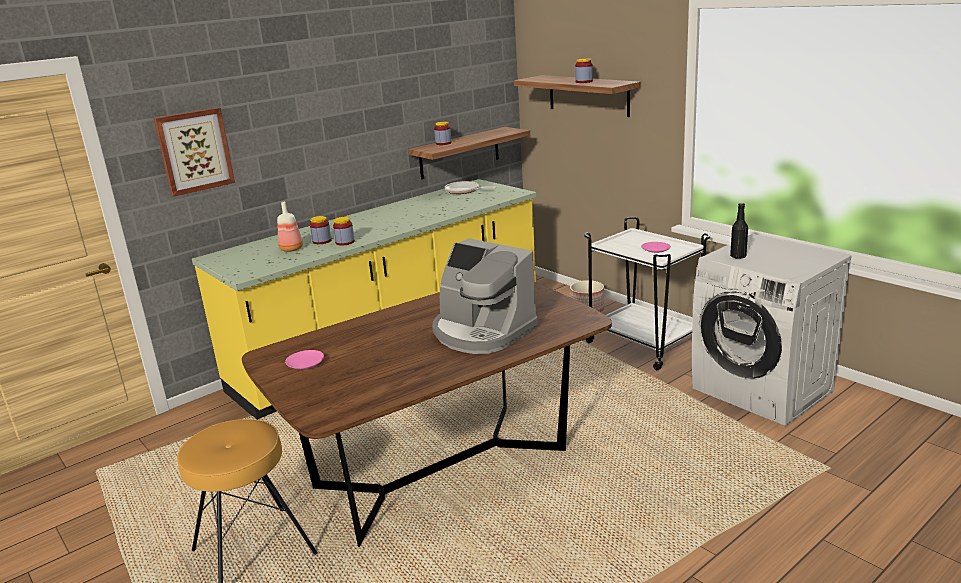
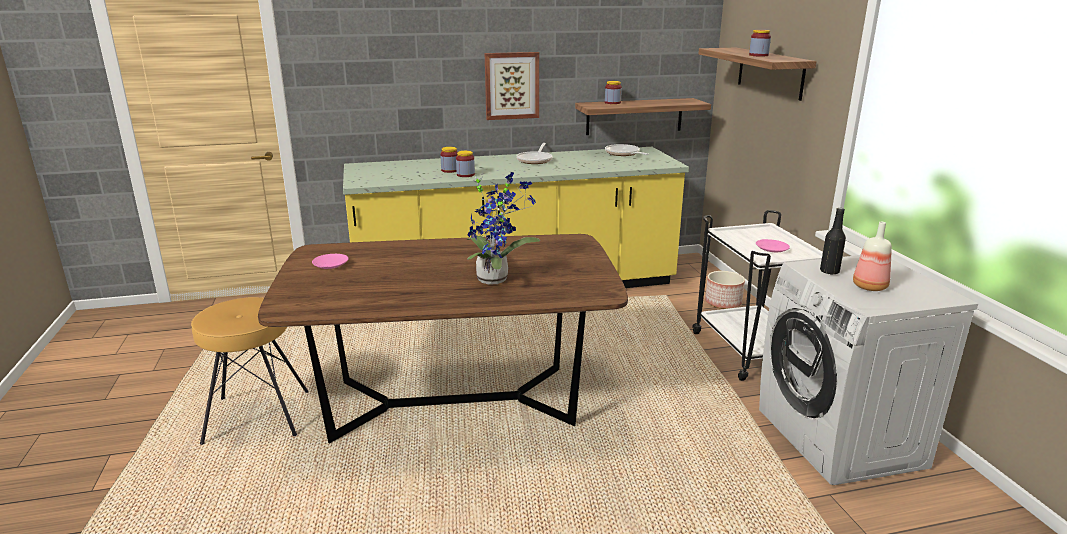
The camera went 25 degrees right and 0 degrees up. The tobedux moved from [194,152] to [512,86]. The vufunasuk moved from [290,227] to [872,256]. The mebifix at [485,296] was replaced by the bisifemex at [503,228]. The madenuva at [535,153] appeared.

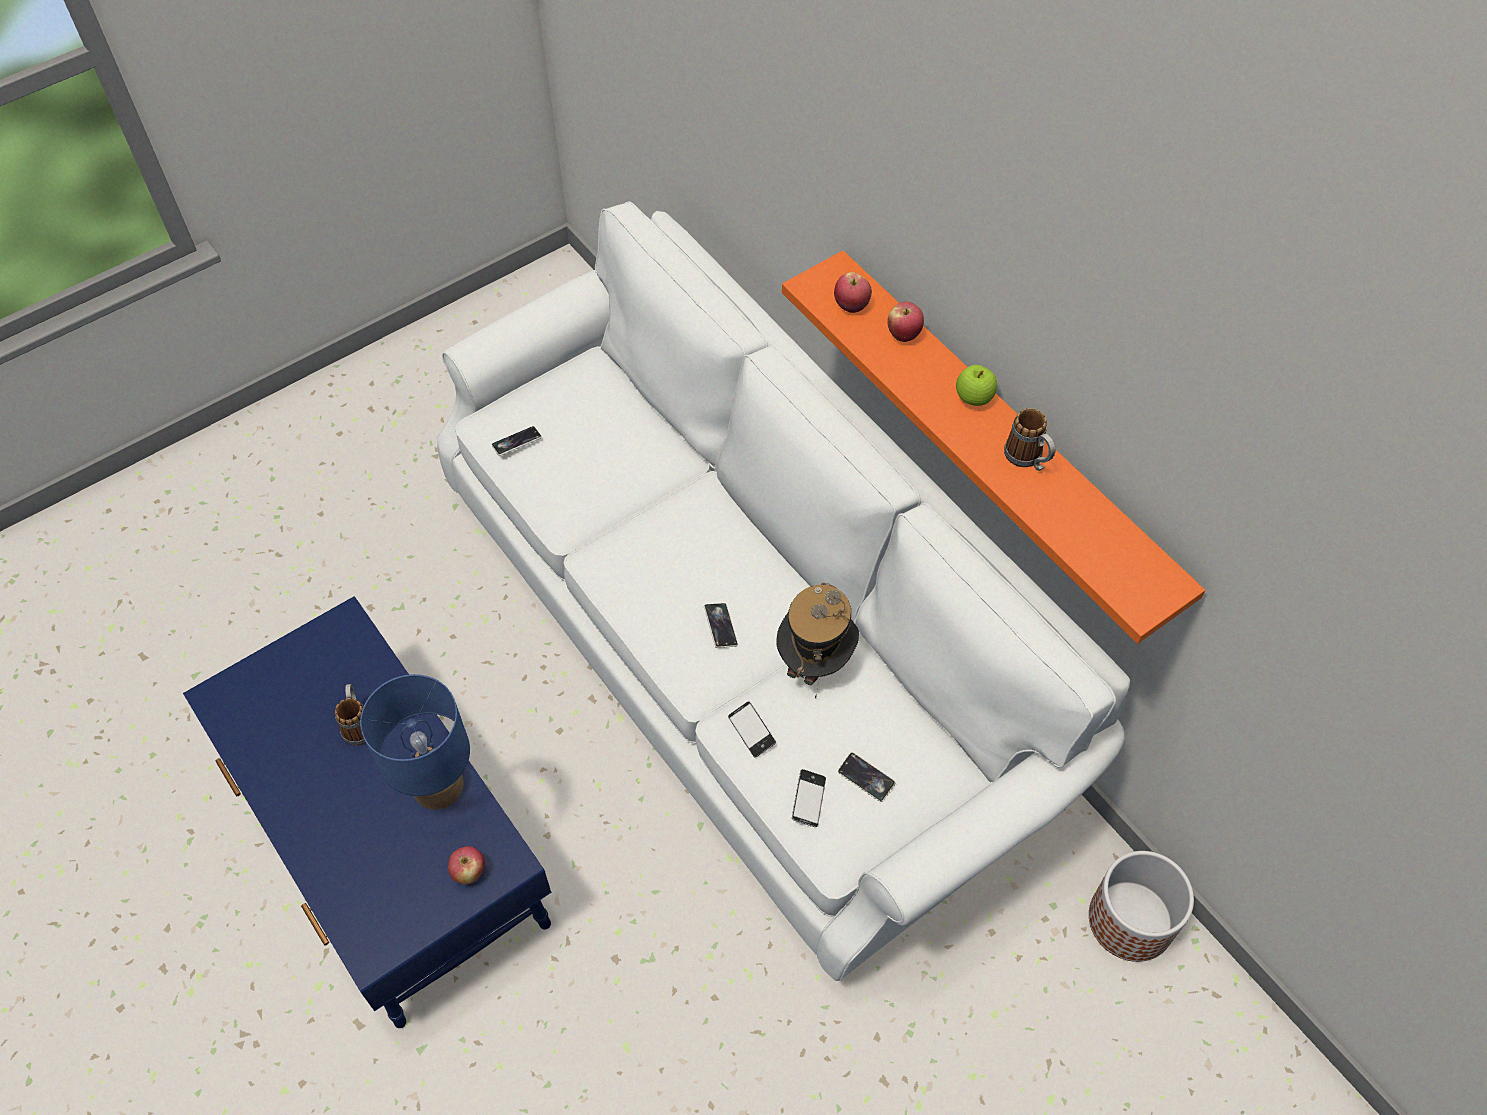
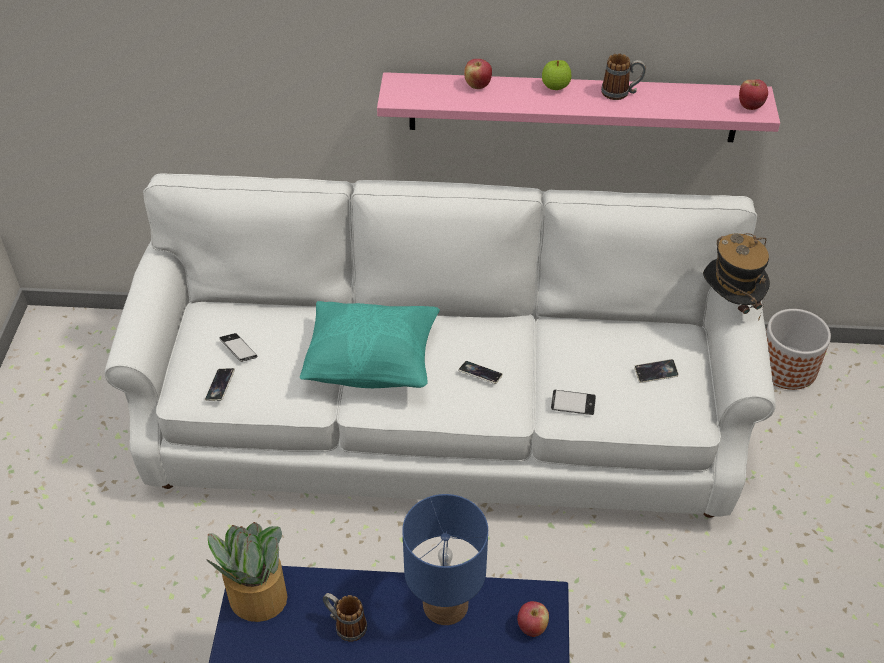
The camera went 50 degrees left and 10 degrees down. The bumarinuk moved from [817,641] to [736,277]. The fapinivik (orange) at [993,447] became the fapinivik (pink) at [578,107]. The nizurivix moved from [809,798] to [238,347]. The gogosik moved from [853,292] to [753,94]. The bisifemex at [247,572] appeared. The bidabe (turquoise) at [370,344] appeared.

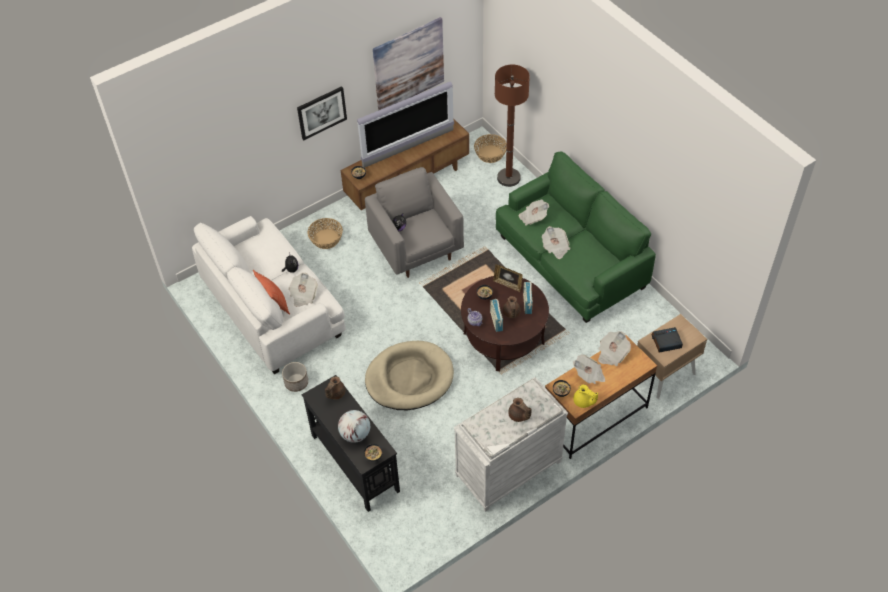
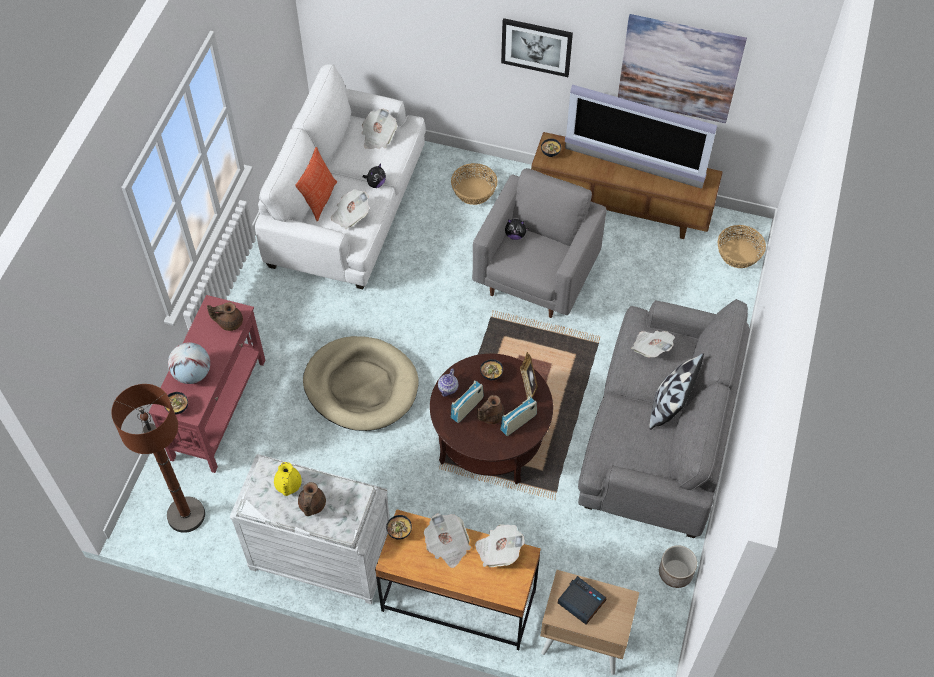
The camera went 50 degrees right and 5 degrees up. The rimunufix moved from [295,377] to [678,566]. The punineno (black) at [351,443] became the punineno (red) at [207,384]. The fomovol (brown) moved from [512,126] to [158,458]. The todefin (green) at [576,237] became the todefin (grey) at [664,418]. The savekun moved from [556,242] to [379,129]. The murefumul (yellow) moved from [585,396] to [288,479]. The bidabe at [676,391] appeared.

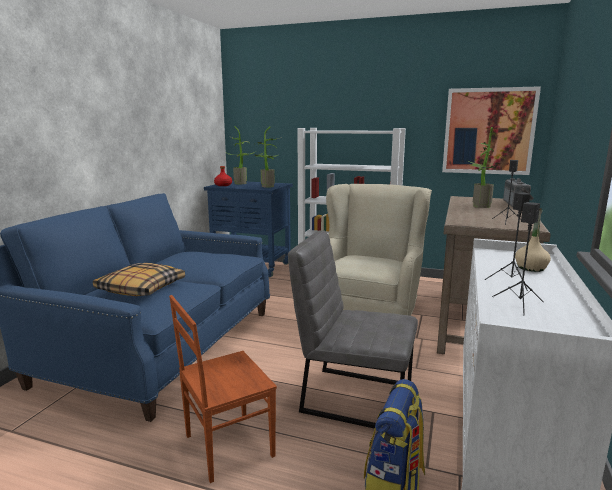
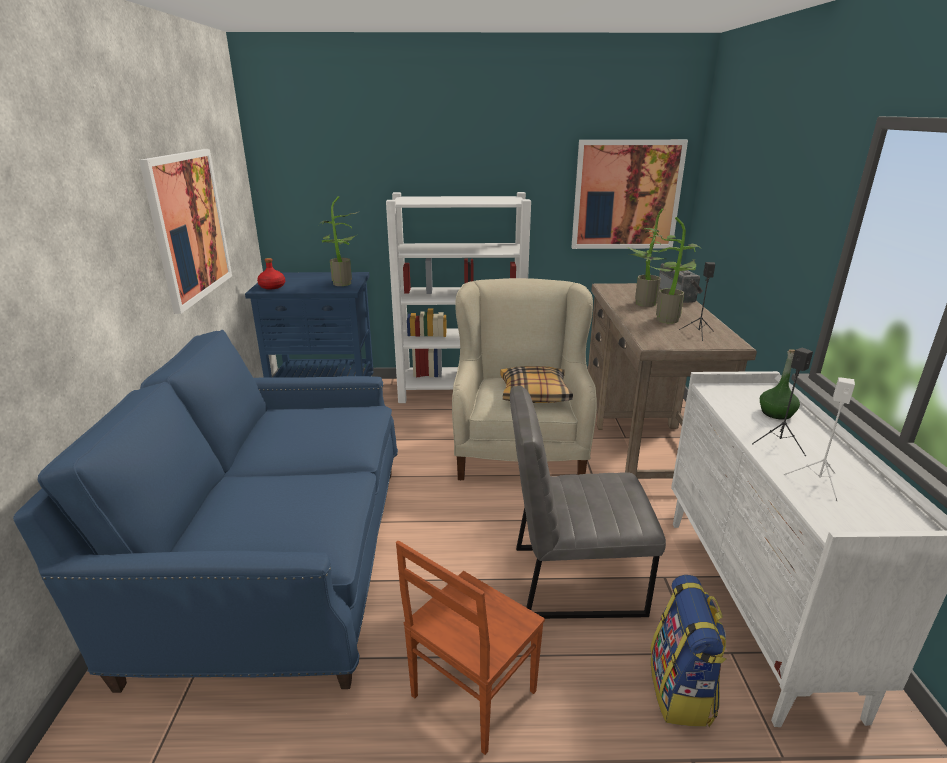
The camera went 20 degrees left and 10 degrees up. The bidabe moved from [139,279] to [536,384]. The bisifemex moved from [240,155] to [674,270]. The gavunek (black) at [518,258] became the gavunek (white) at [819,439]. The vufunasuk (beige) at [533,240] became the vufunasuk (green) at [780,384]. The tobedux at [185,231] appeared.

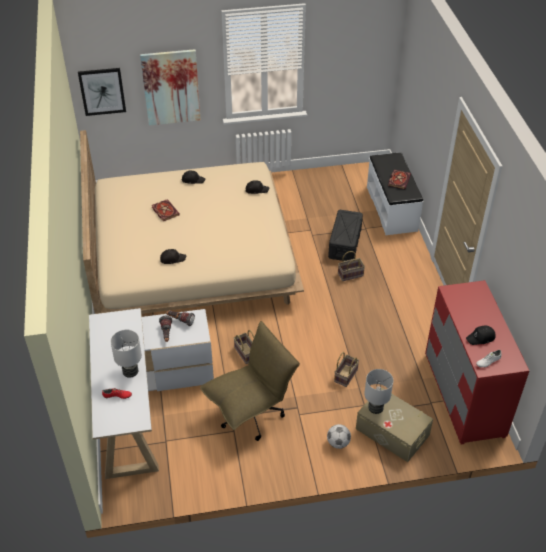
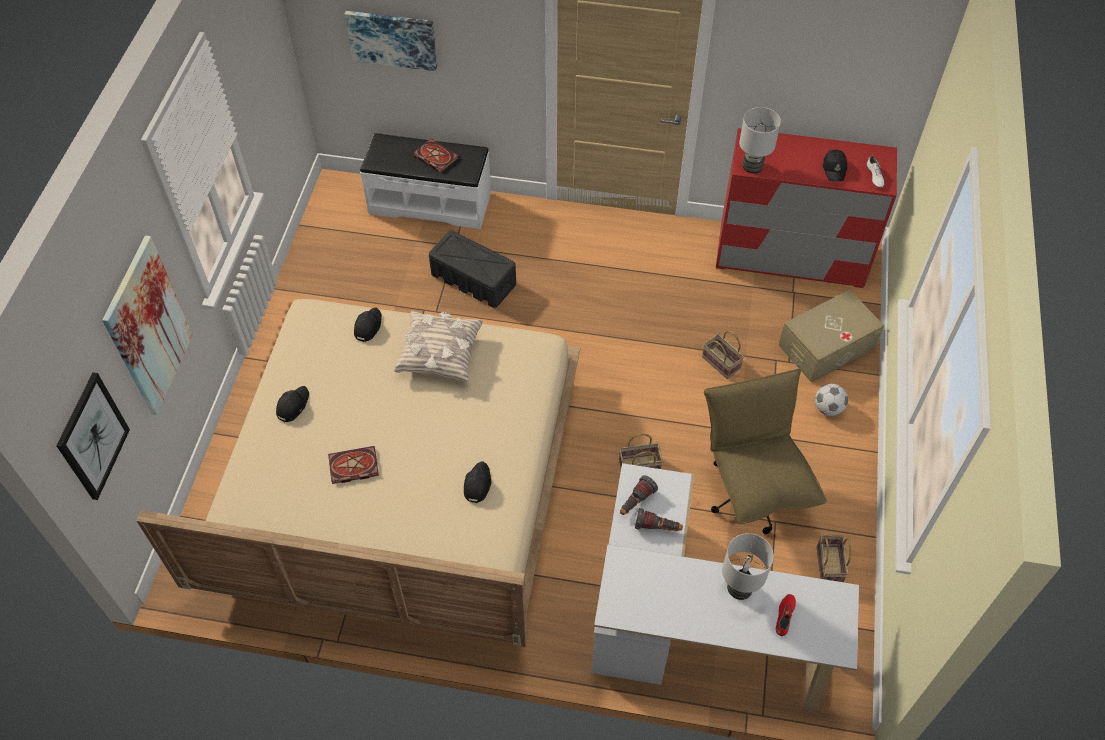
The camera went 70 degrees left and 10 degrees up. The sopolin moved from [351,266] to [834,558]. The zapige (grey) moved from [378,391] to [760,140]. The tobedux at [390,41] appeared. The bidabe (beige) at [438,346] appeared.

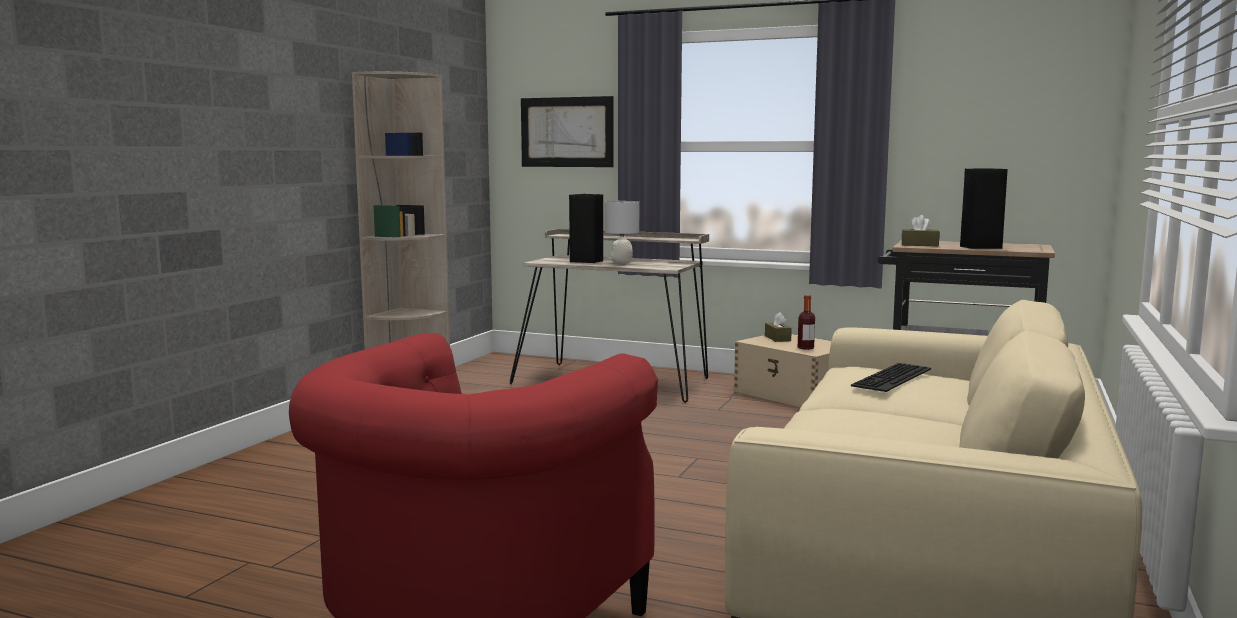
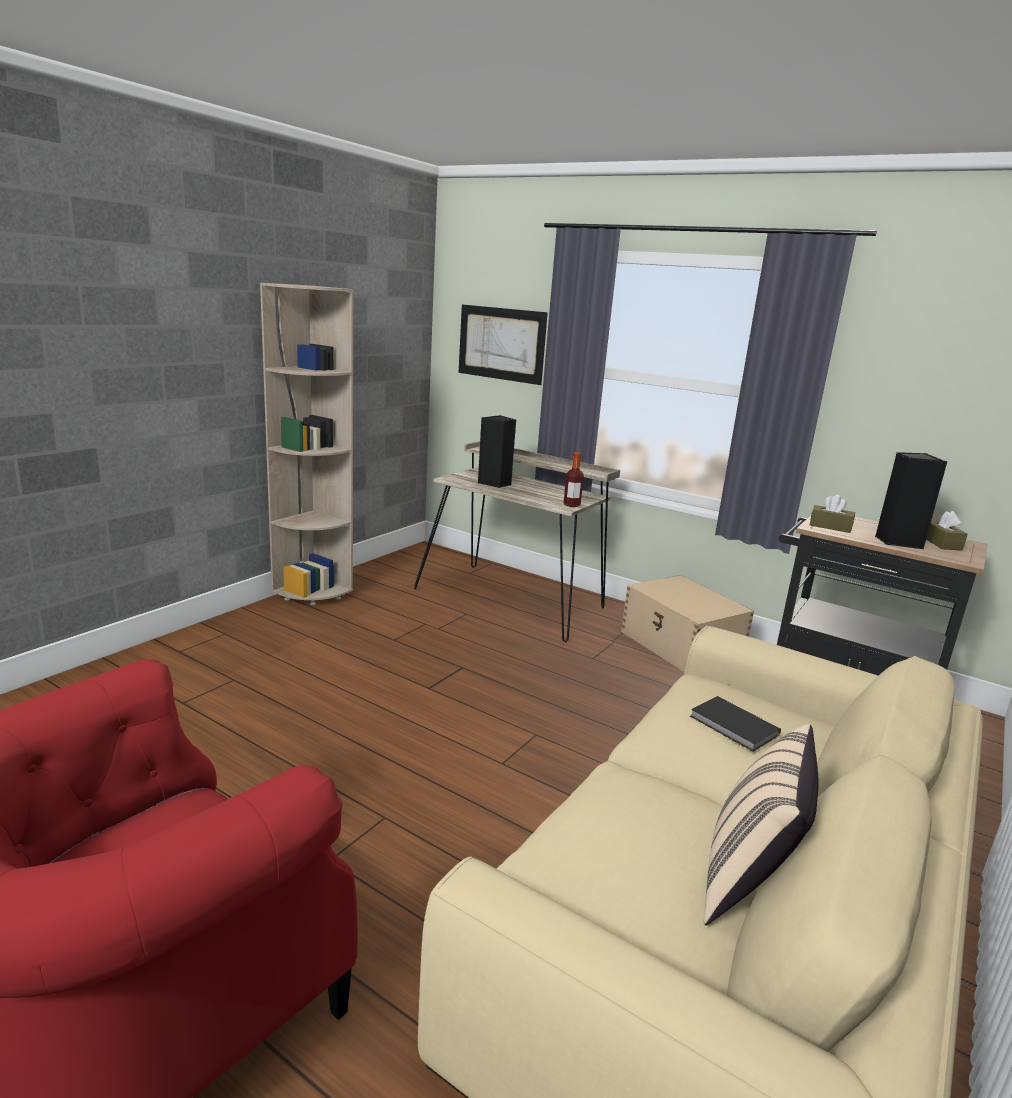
The camera went 10 degrees right and 10 degrees up. The zapige (grey) at [622,232] disappeared. The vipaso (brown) moved from [778,327] to [947,531]. The vufunasuk moved from [806,322] to [574,479]. The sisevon at [891,377] was replaced by the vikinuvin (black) at [735,724]. The bidabe (beige) at [761,824] appeared.

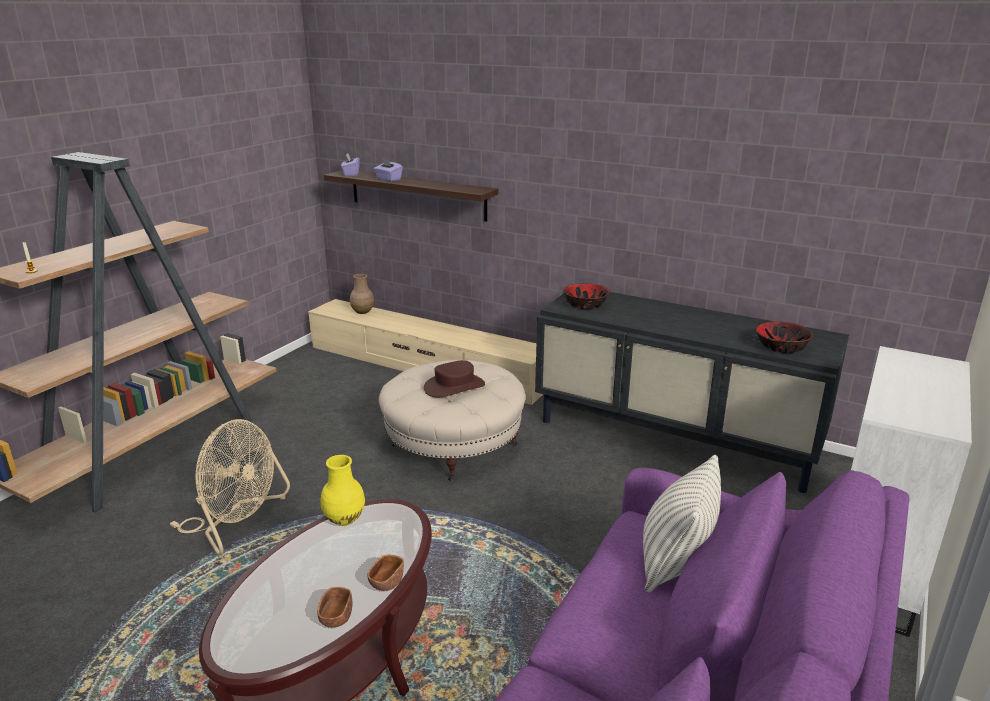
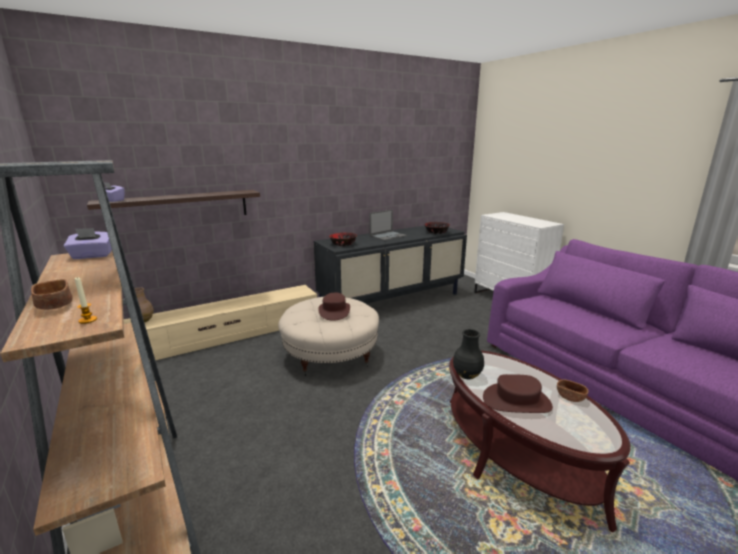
The camera went 60 degrees left and 5 degrees down. The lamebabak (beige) at [230,488] disappeared. The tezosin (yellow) at [343,490] became the tezosin (black) at [468,354]. The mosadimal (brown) moved from [385,573] to [51,294]. The vipaso (purple) moved from [388,169] to [88,243]. The bidabe at [682,523] disappeared. The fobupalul at [388,225] appeared. The bumarinuk (brown) at [518,393] appeared.

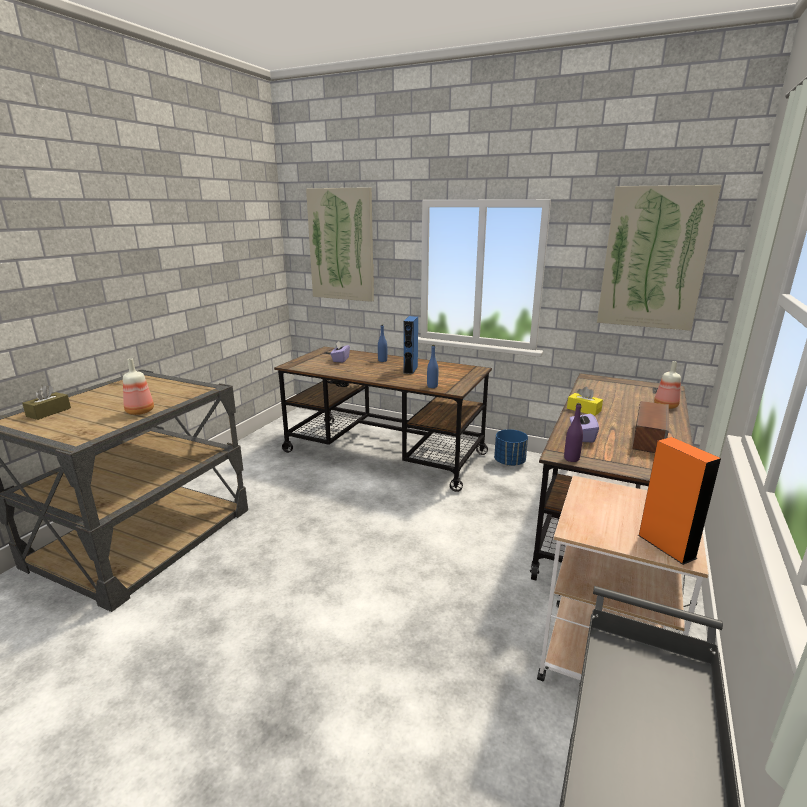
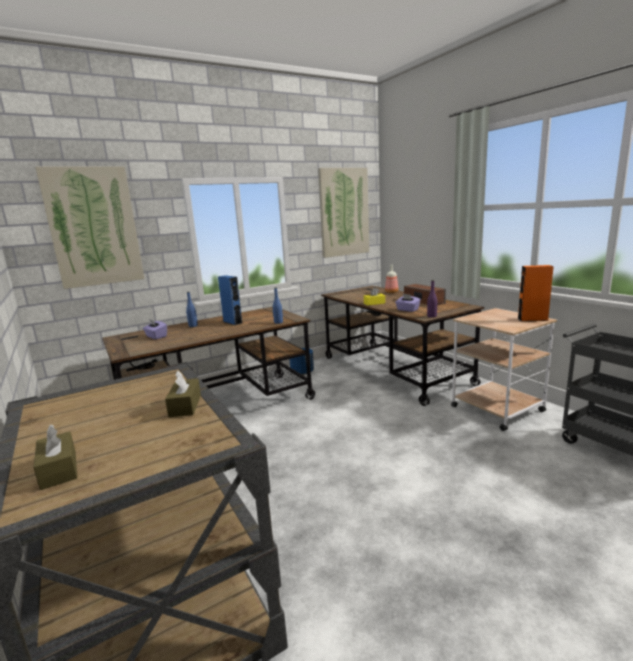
The camera went 55 degrees left and 5 degrees down. The vufunasuk at [138,386] was replaced by the vipaso (brown) at [183,394].

